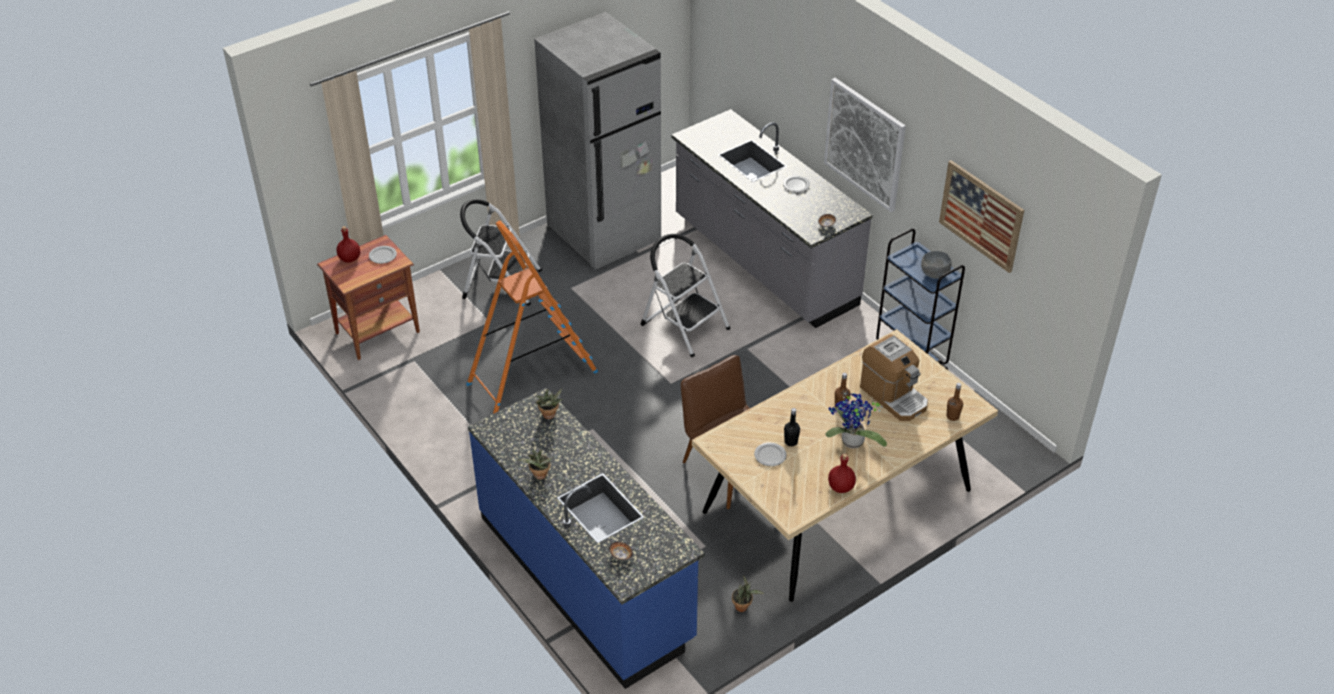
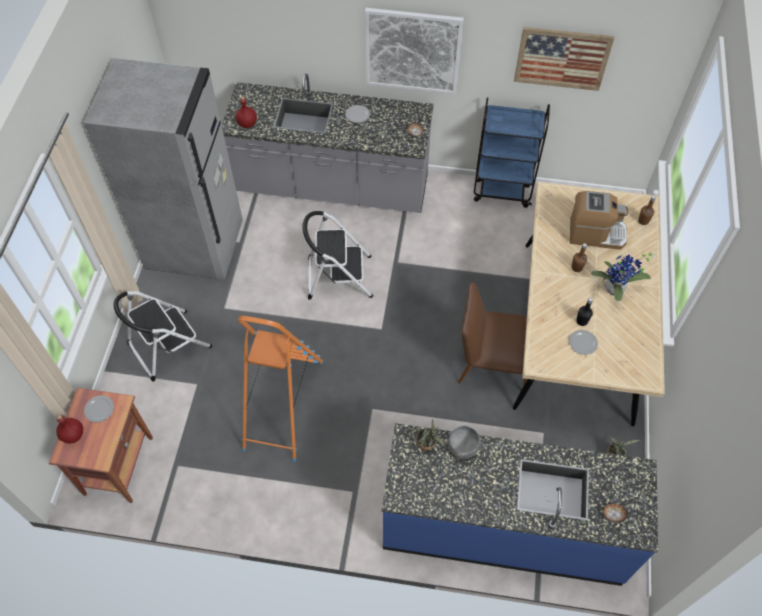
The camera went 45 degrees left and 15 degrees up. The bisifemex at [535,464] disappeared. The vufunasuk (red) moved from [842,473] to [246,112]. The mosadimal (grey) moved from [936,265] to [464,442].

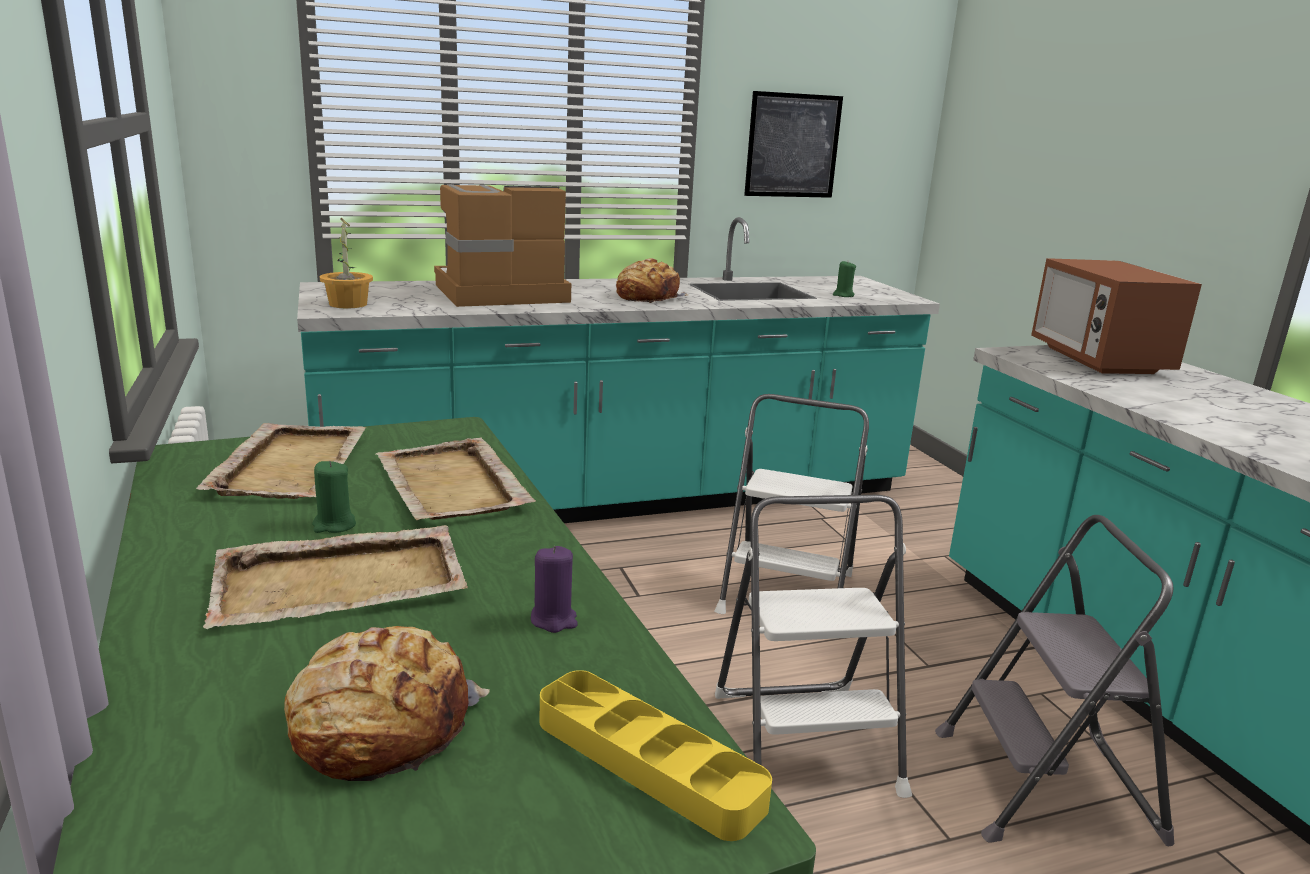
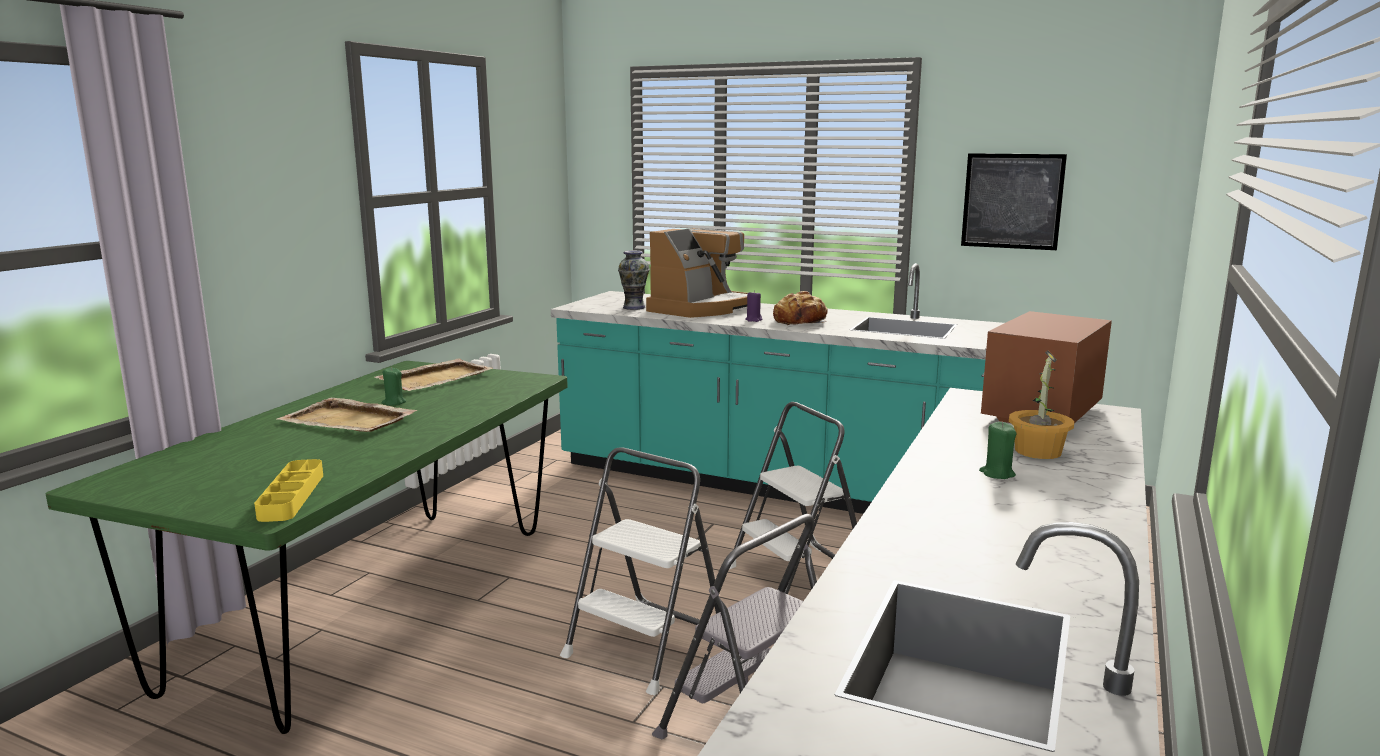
The camera went 45 degrees right and 5 degrees down. The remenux at [387,703] disappeared. The bisifemex moved from [346,263] to [1041,404]. The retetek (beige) at [456,478] disappeared. The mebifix at [502,245] turned 105 degrees clockwise. The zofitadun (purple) moved from [554,589] to [753,306]. The zofitadun (green) moved from [844,279] to [997,450]. The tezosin at [634,280] appeared.

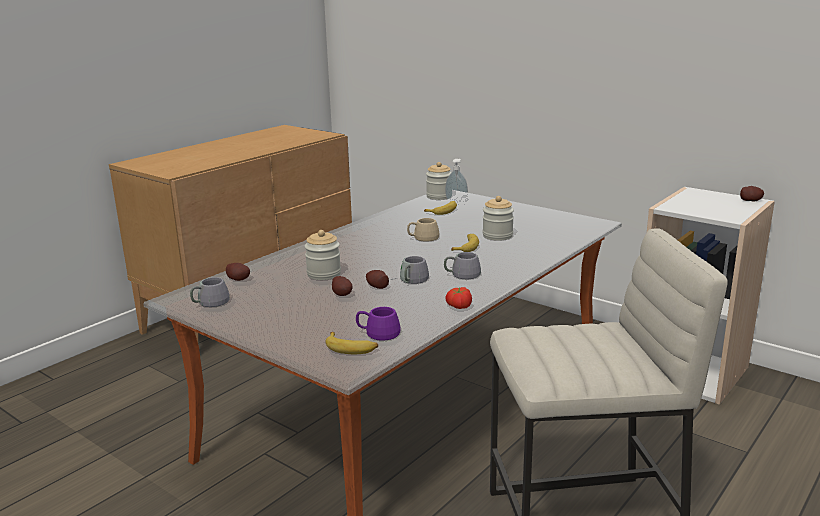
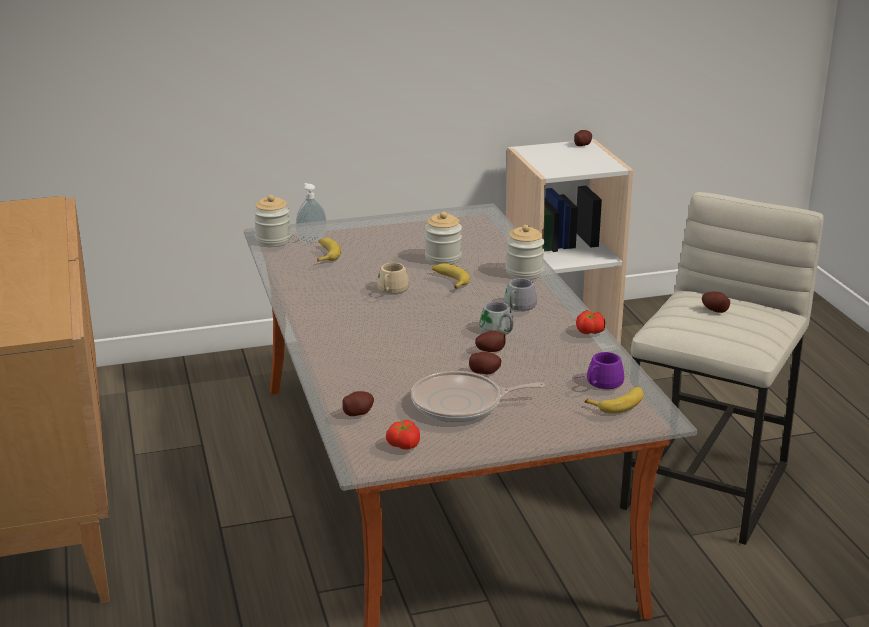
The camera went 55 degrees left and 5 degrees up. The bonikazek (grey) at [210,292] was replaced by the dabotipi at [403,434]. The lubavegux moved from [323,255] to [525,252]. The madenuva at [478,396] appeared. The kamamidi at [716,302] appeared.

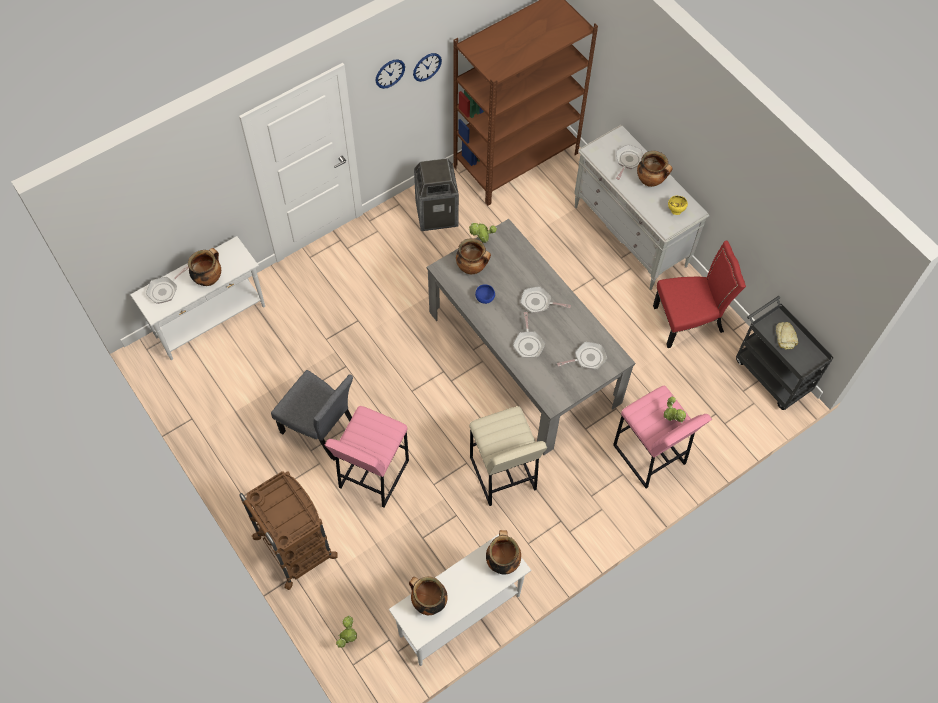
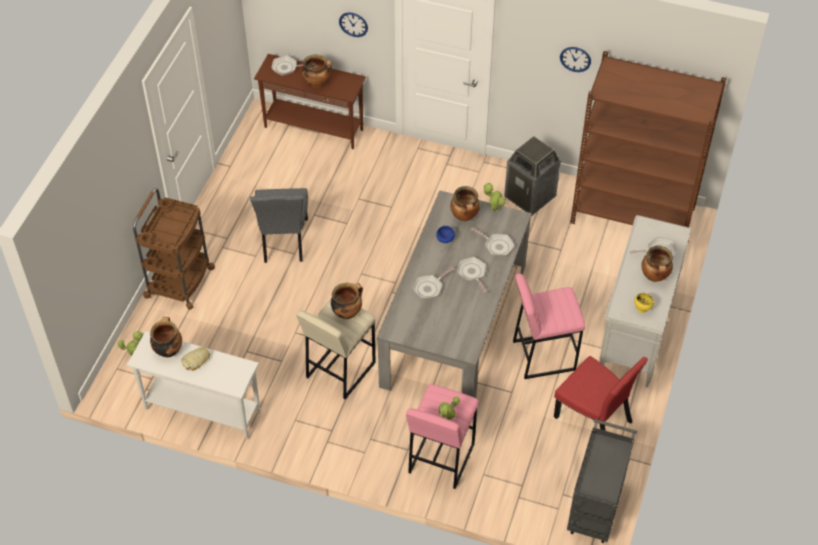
The camera went 55 degrees right and 10 degrees down. The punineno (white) at [197,298] became the punineno (brown) at [310,101]. The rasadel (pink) moved from [367,456] to [549,326]. The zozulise moved from [390,74] to [353,24]. The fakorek moved from [503,552] to [347,301]. The madenuva moved from [582,355] to [493,242]. The remenux moved from [787,335] to [195,359].

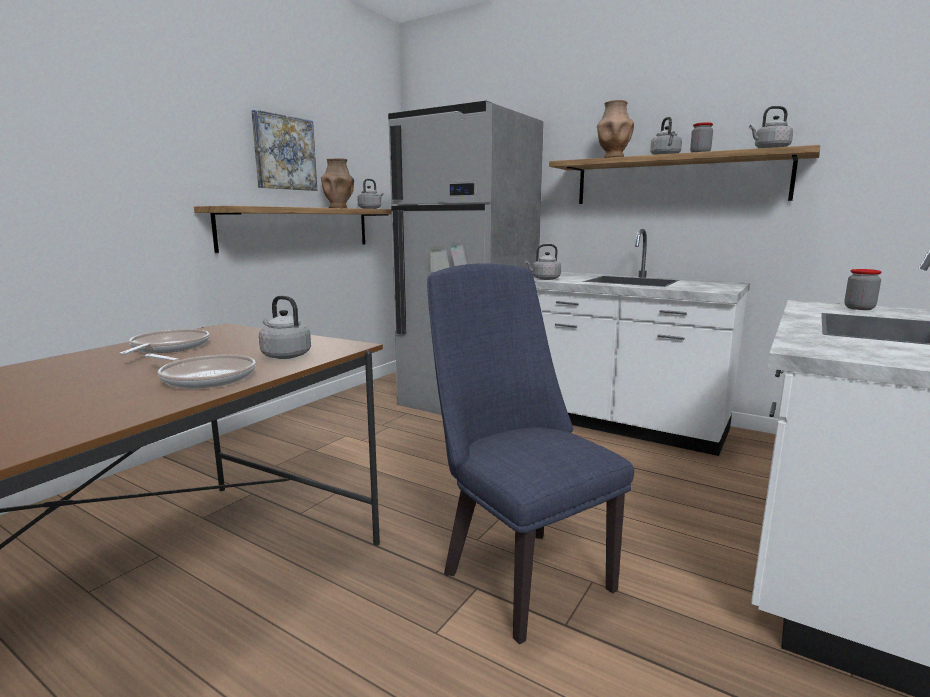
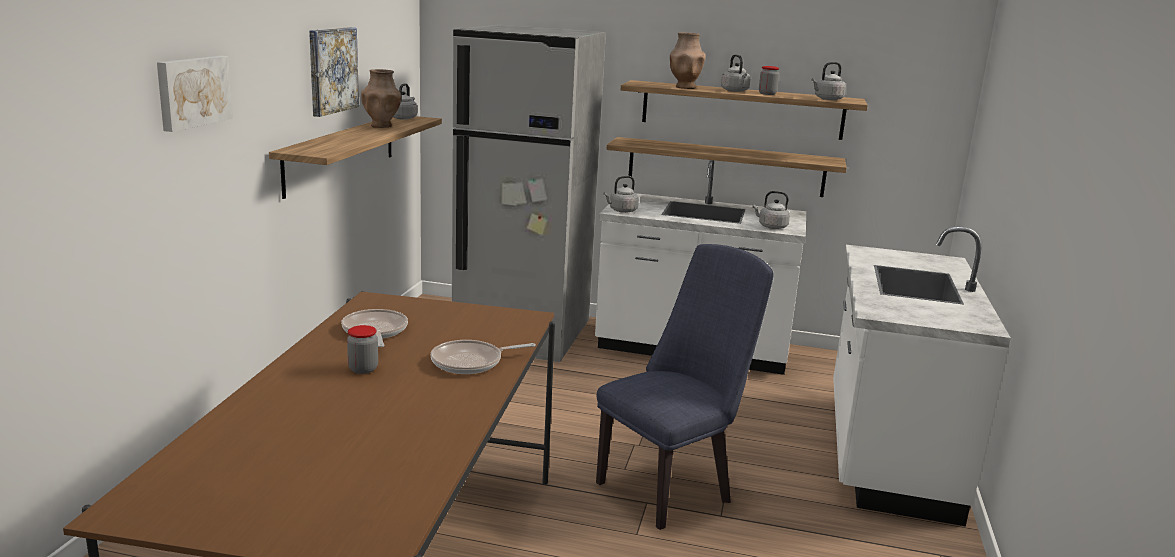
The camera went 20 degrees left and 5 degrees up. The madenuva at [200,371] turned 150 degrees clockwise. The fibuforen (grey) moved from [285,327] to [771,210]. The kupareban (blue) at [530,453] turned 105 degrees clockwise. The lubavegux moved from [862,289] to [362,349]. The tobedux at [195,94] appeared. The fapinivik at [727,167] appeared.

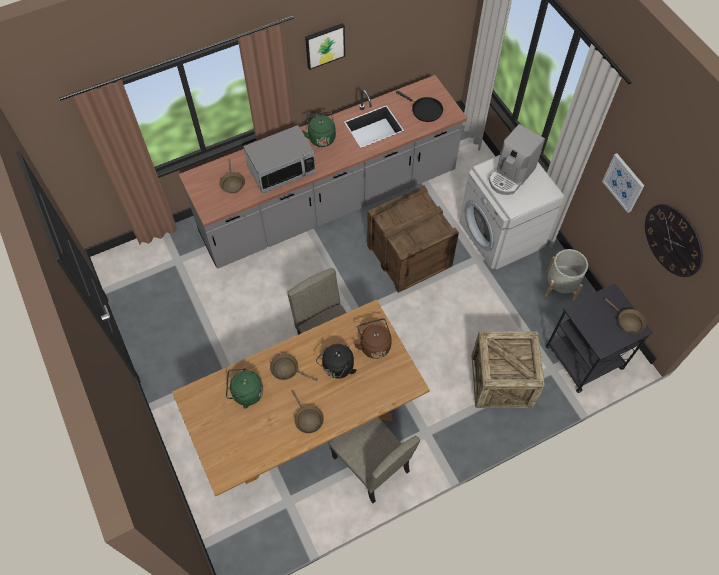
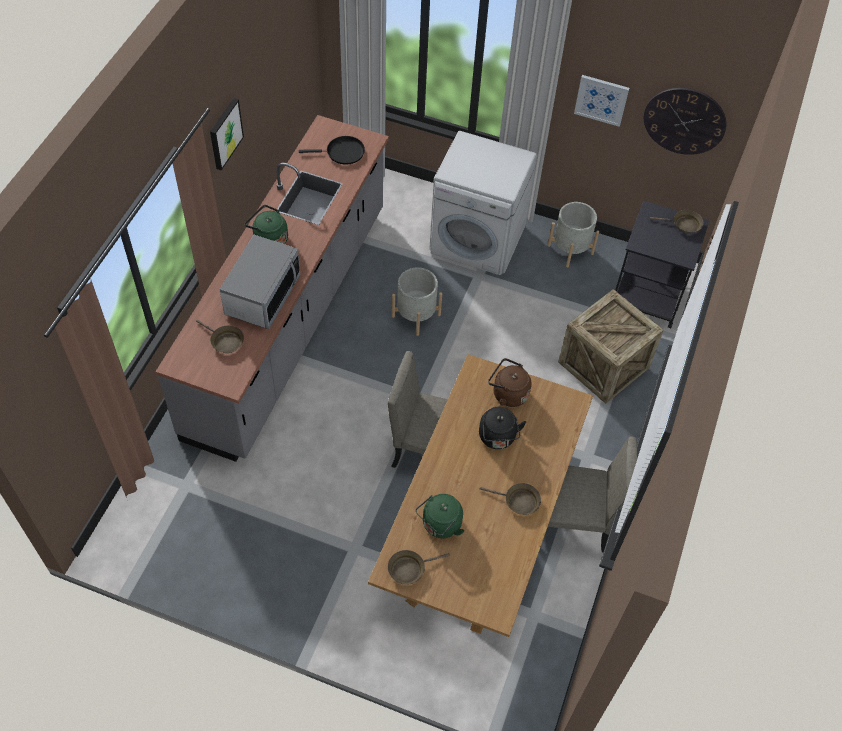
The camera went 45 degrees left and 5 degrees down. The madenuva (brown) moved from [294,367] to [419,567]. The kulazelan at [413,239] was replaced by the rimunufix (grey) at [417,301]. The mebifix at [517,159] disappeared.

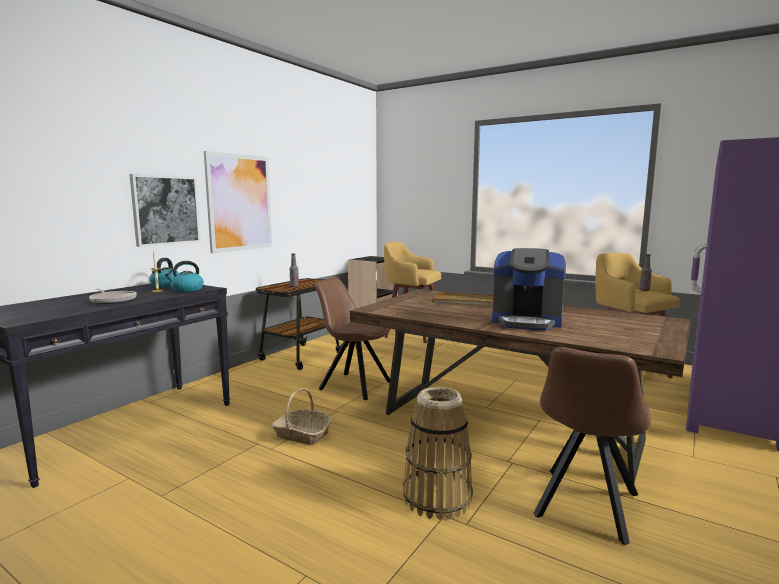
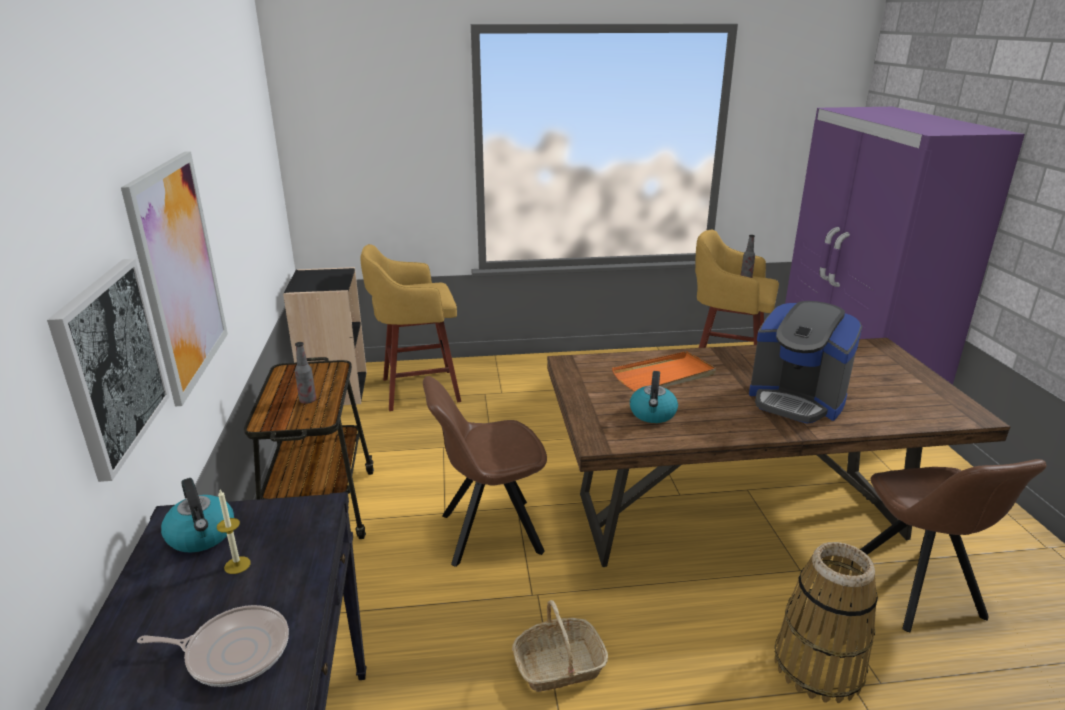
The camera went 40 degrees left and 15 degrees up. The fibuforen moved from [184,276] to [654,397]. The retetek (beige) at [462,299] became the retetek (orange) at [664,371]. The mebifix at [529,289] turned 60 degrees clockwise.

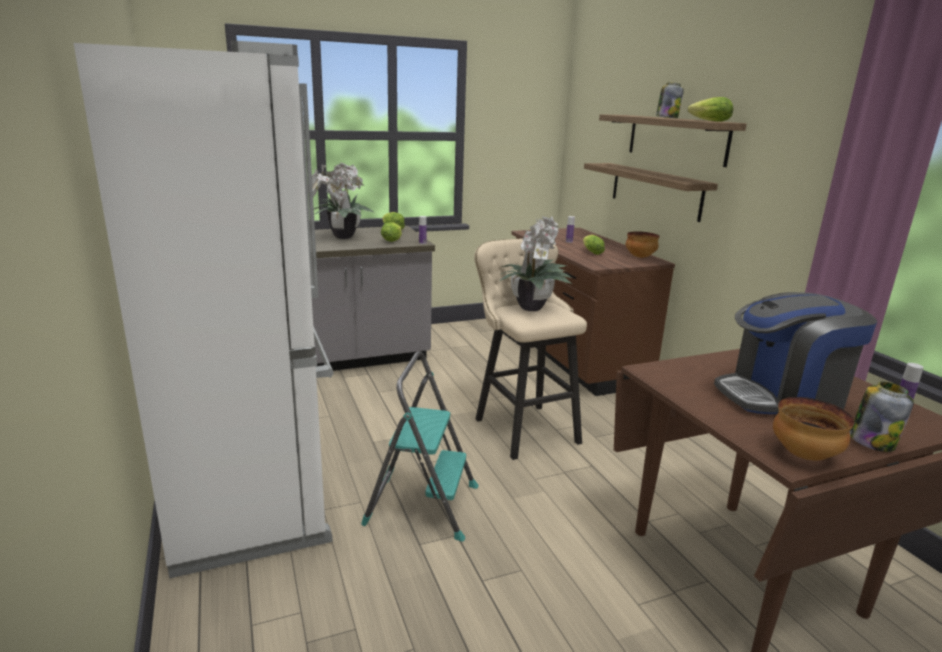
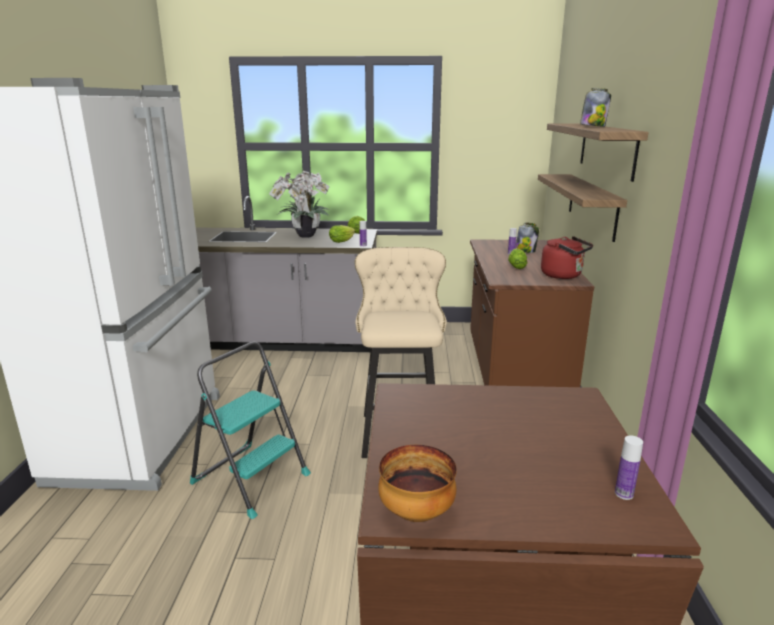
The camera went 25 degrees right and 0 degrees up. The bisifemex at [535,263] disappeared. The mosadimal at [643,244] was replaced by the fibuforen (red) at [567,257]. The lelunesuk at [710,109] disappeared. The mebifix at [795,353] disappeared. The lubavegux moved from [882,417] to [527,238].

